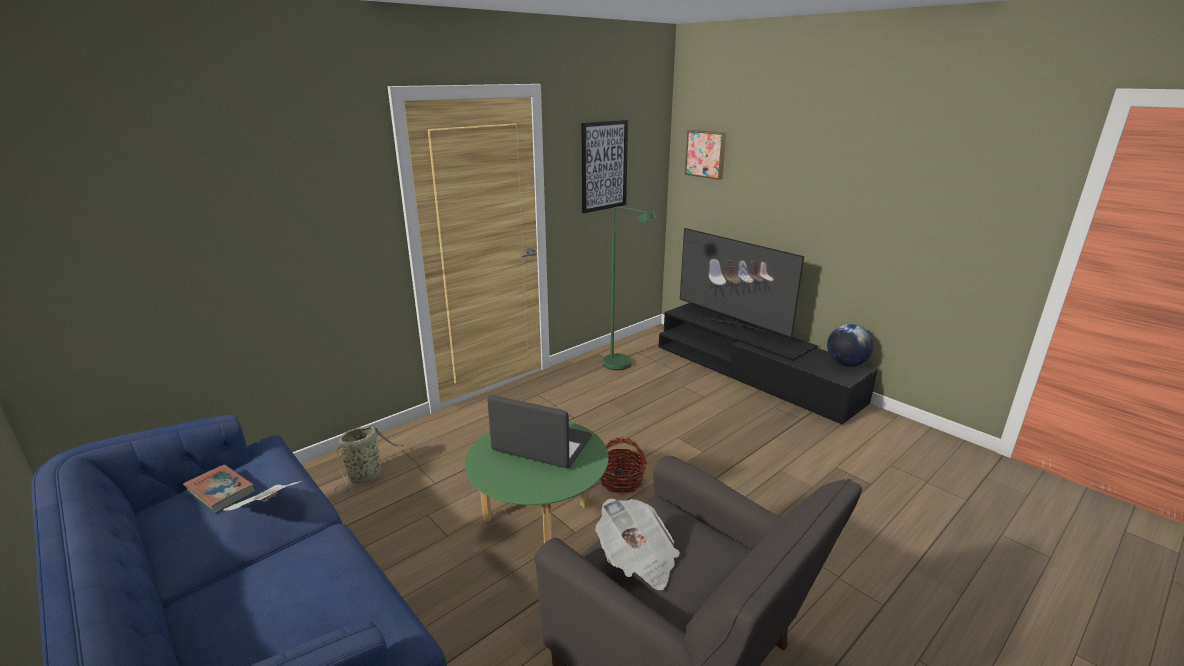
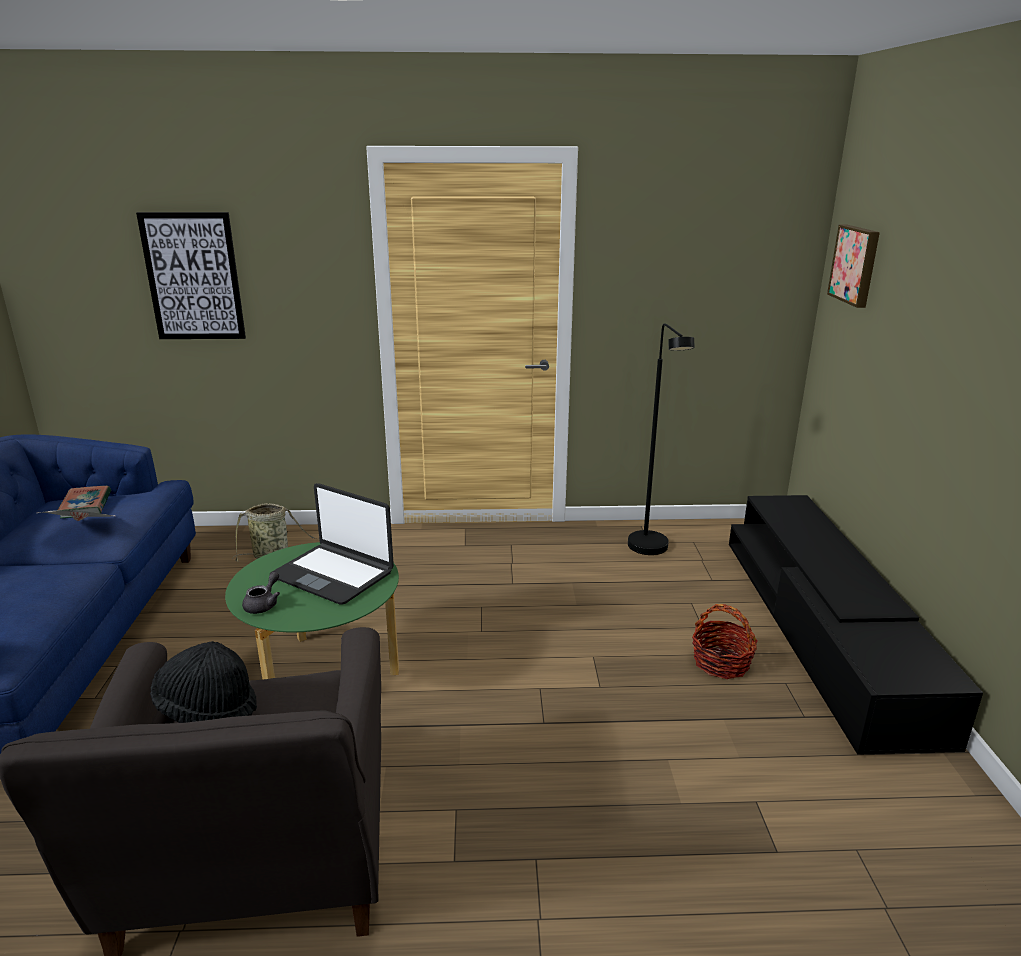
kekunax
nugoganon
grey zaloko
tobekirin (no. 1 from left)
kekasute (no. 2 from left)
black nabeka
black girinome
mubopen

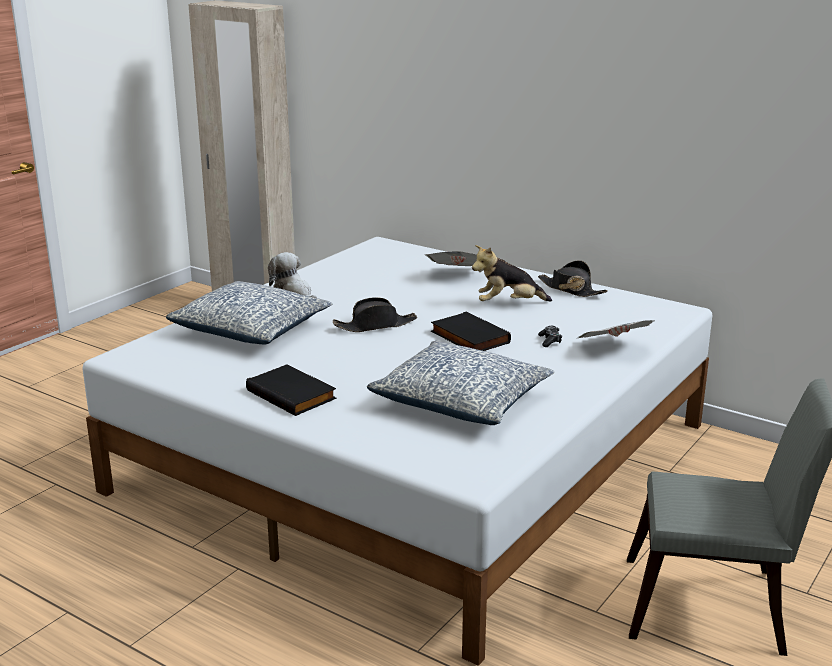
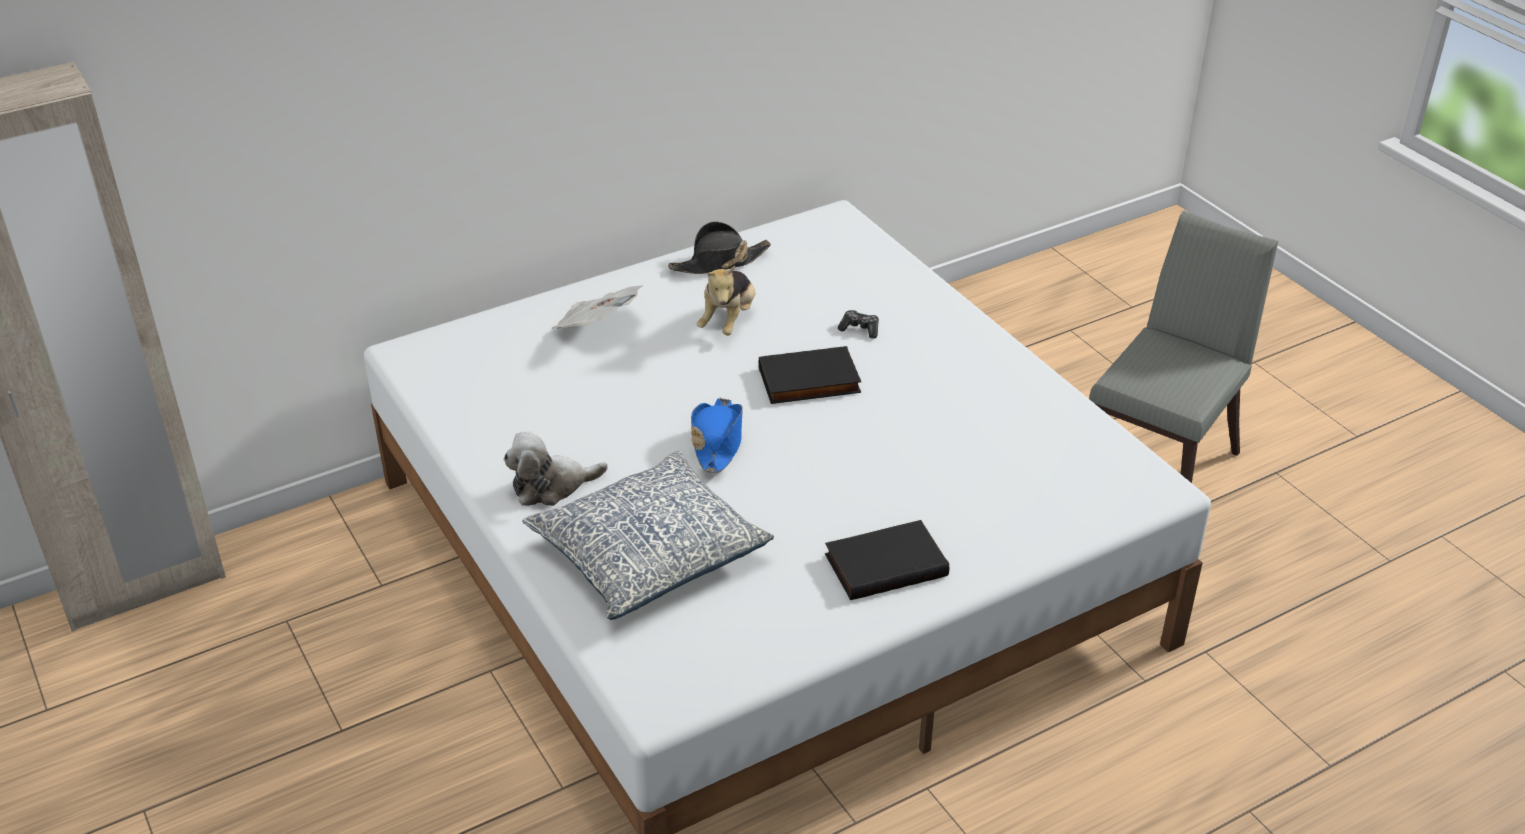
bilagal (no. 2 from left in the first image)
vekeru (no. 2 from left in the first image)
blue nabeka

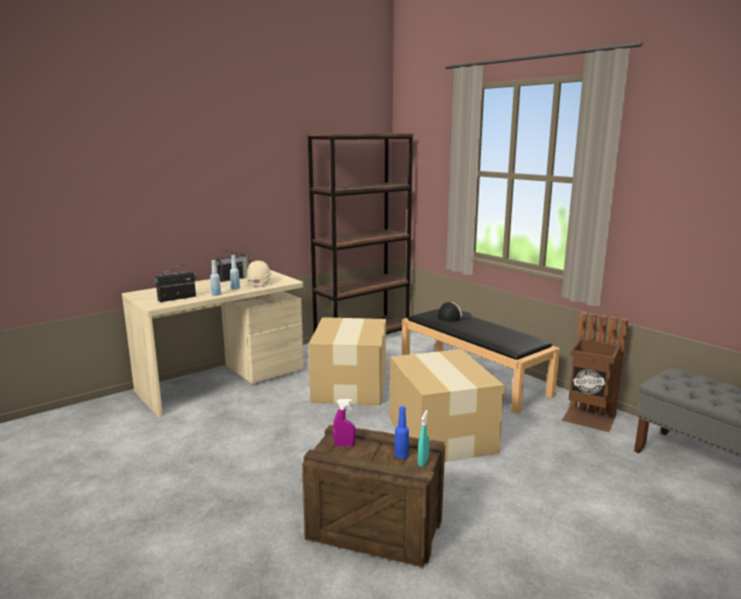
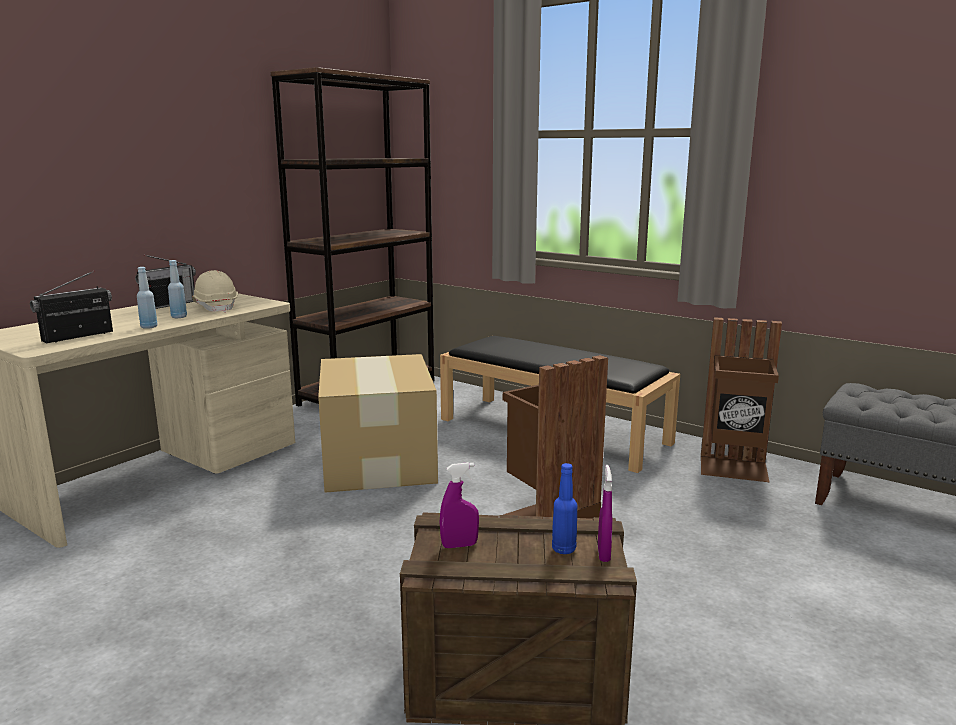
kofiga
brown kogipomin (no. 1 from left)
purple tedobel (no. 2 from left)

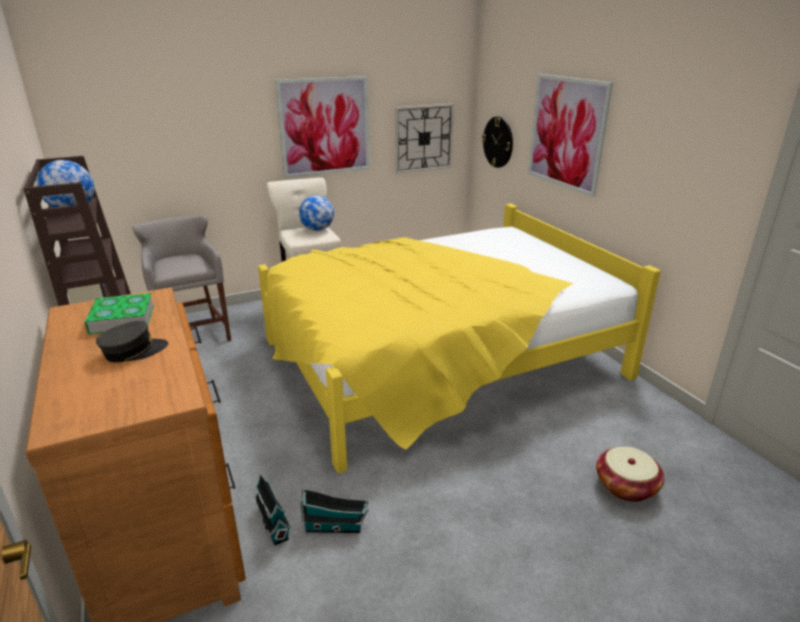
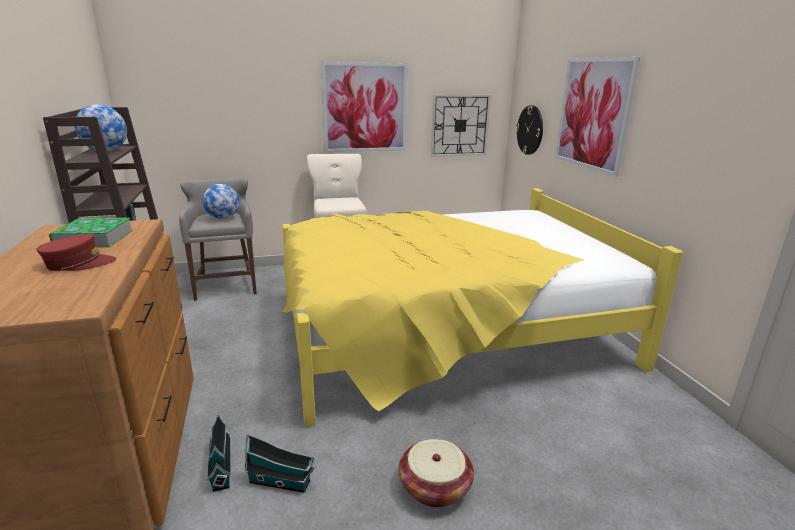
nugoganon (no. 2 from left)
kekasute
red kofiga

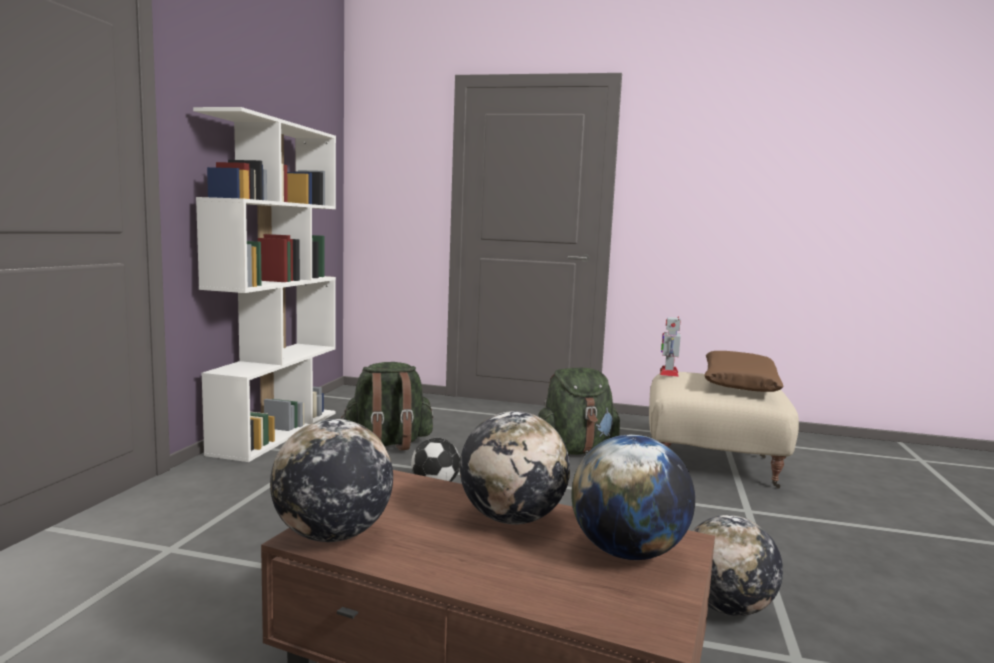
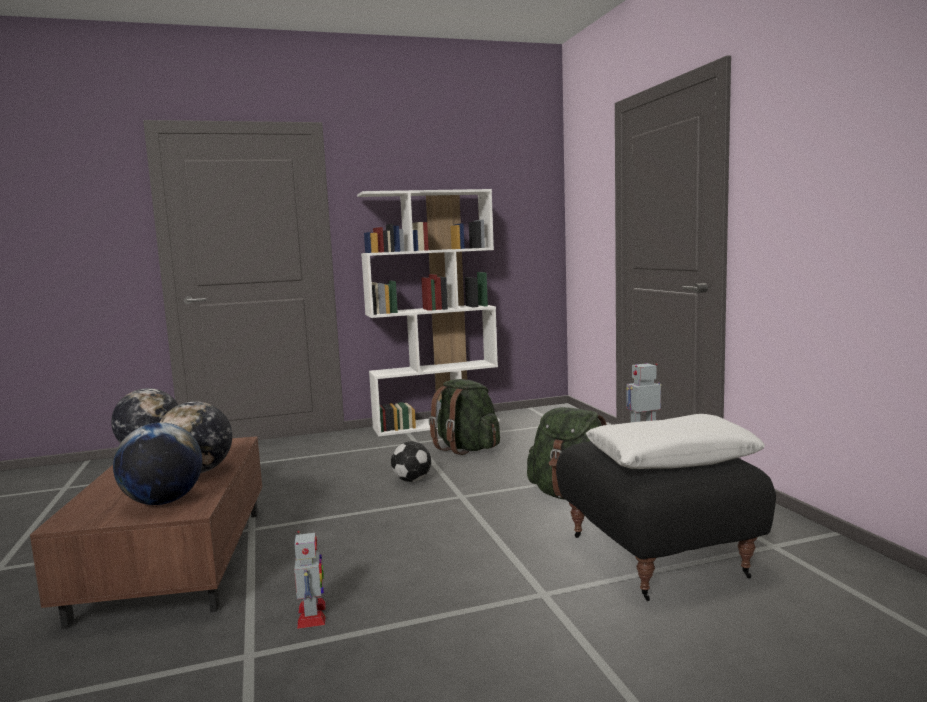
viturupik (no. 1 from left)
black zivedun
white bilagal

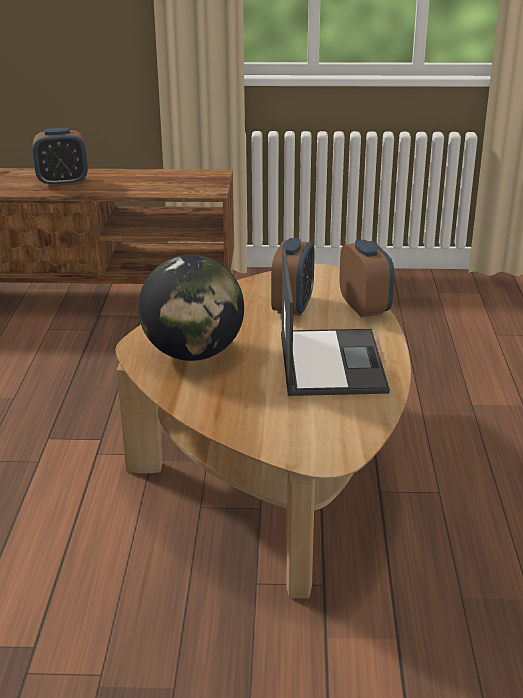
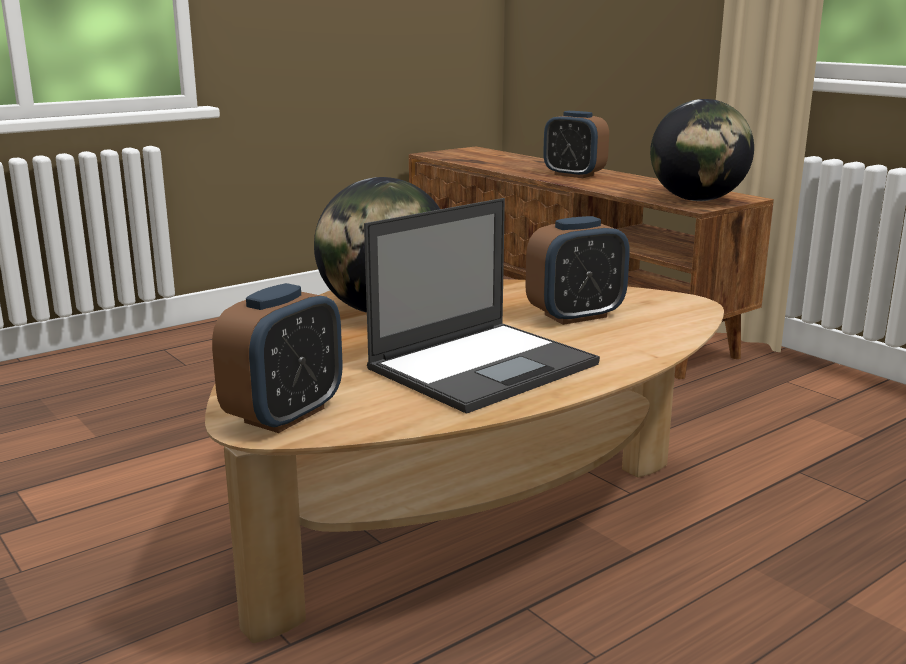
nugoganon (no. 2 from left)
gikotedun (no. 1 from left)

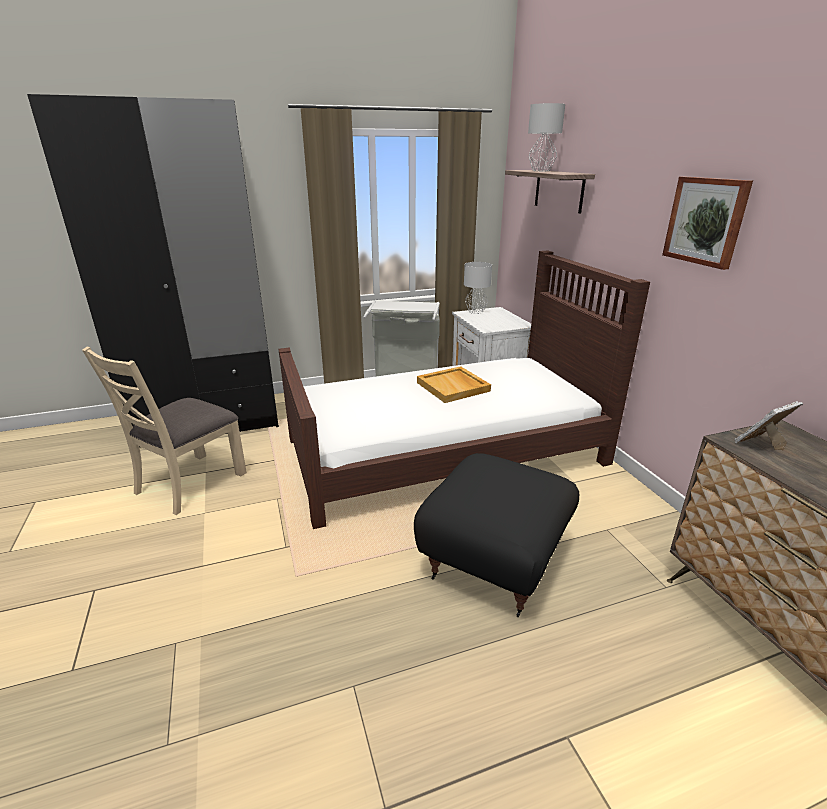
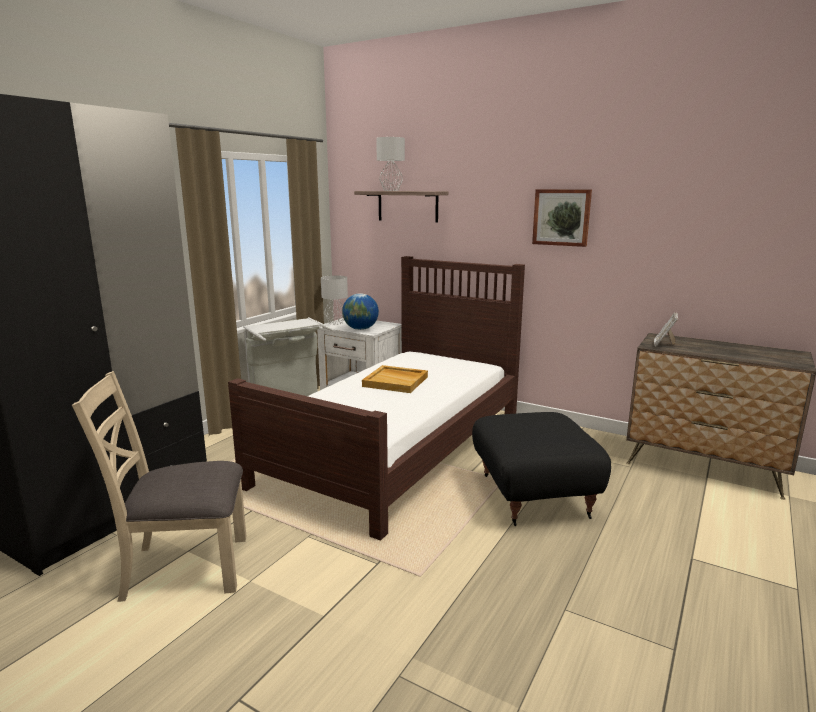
nugoganon
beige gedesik

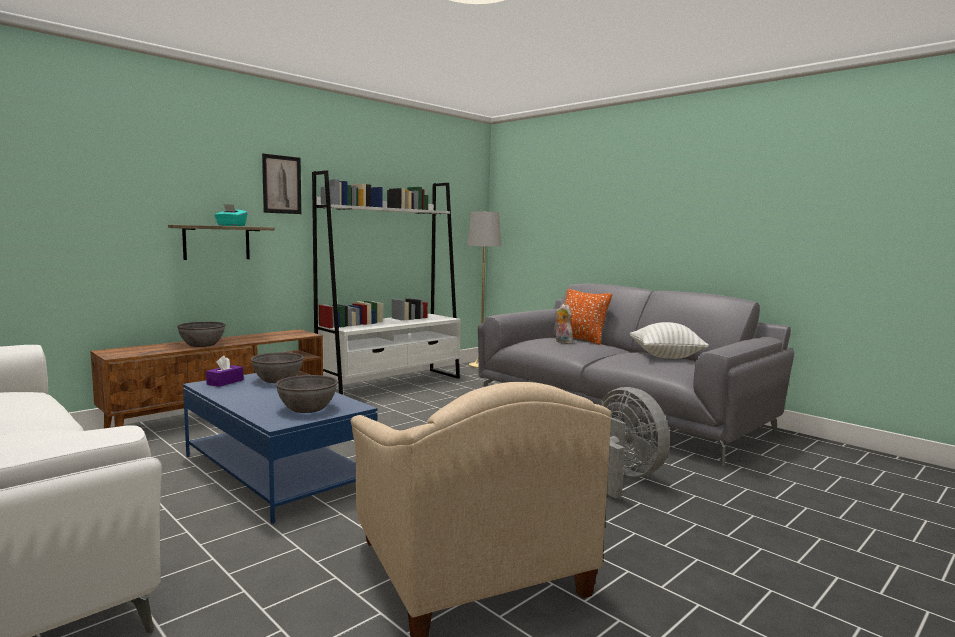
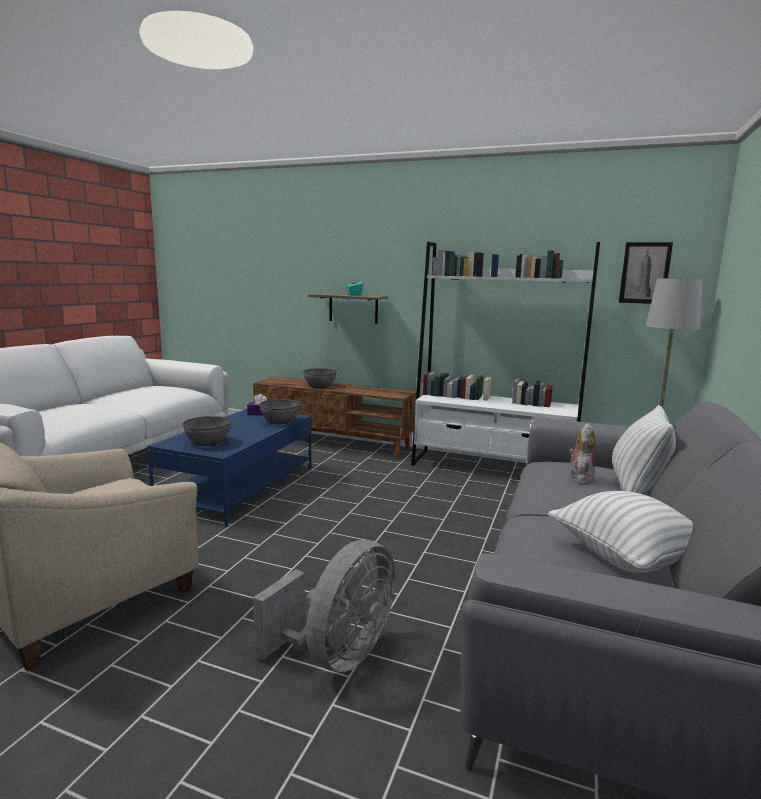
tobekirin
white bilagal (no. 2 from left)

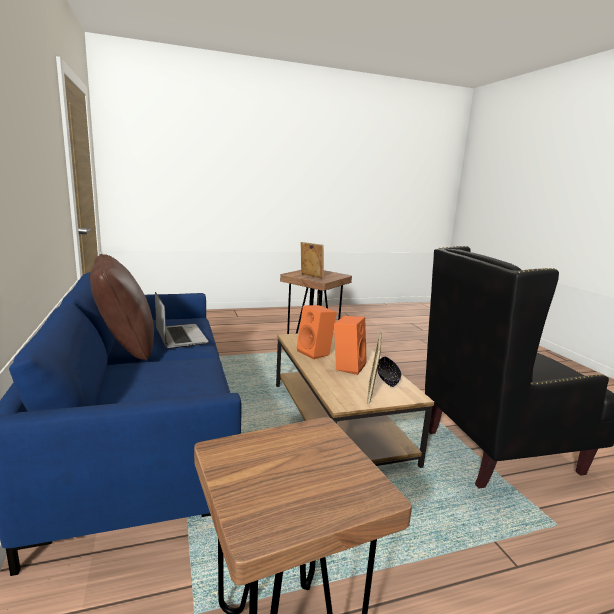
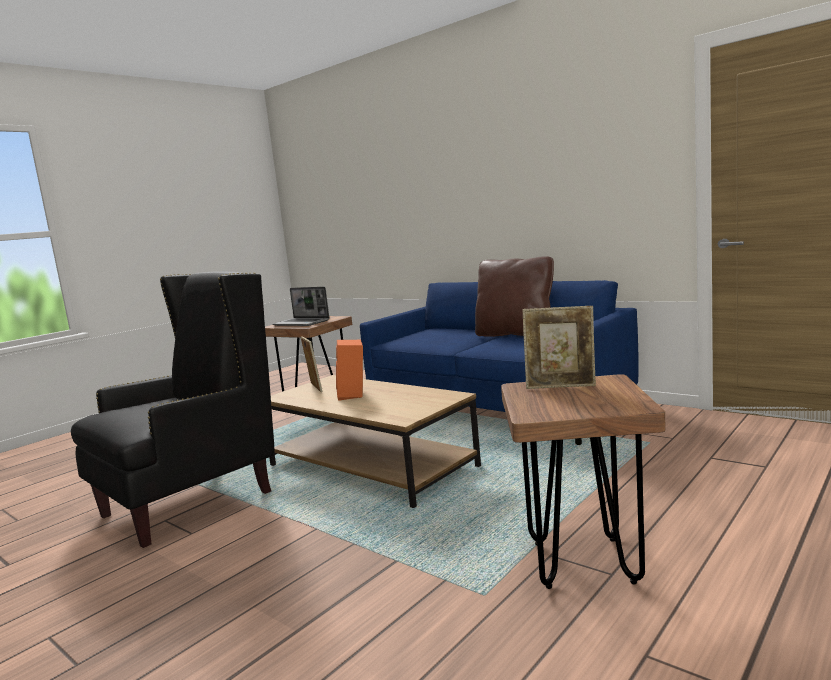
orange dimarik (no. 1 from left in the first image)
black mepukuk
mubopen

